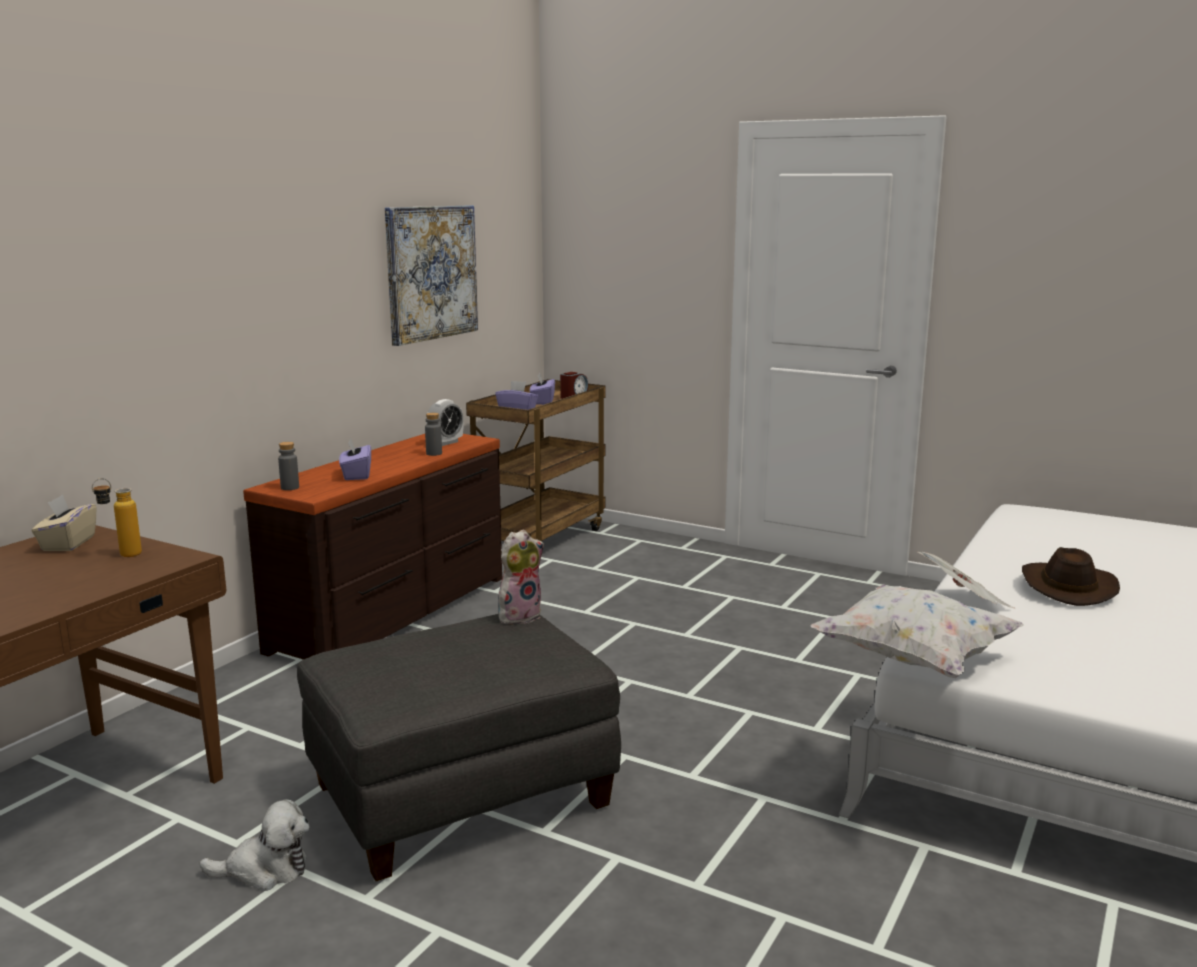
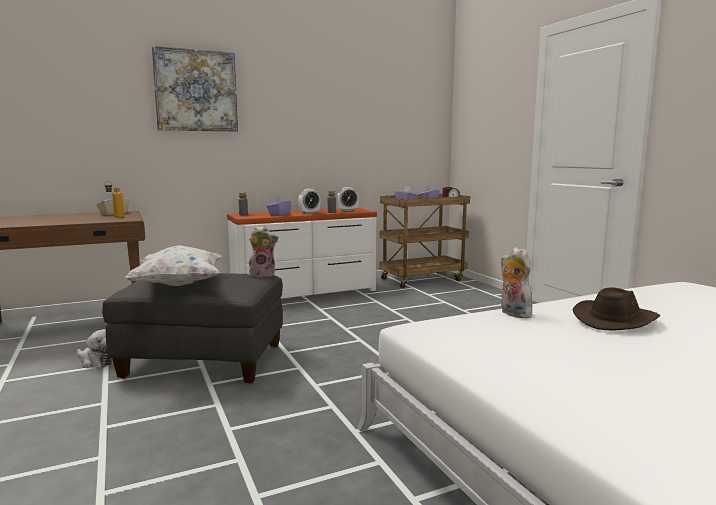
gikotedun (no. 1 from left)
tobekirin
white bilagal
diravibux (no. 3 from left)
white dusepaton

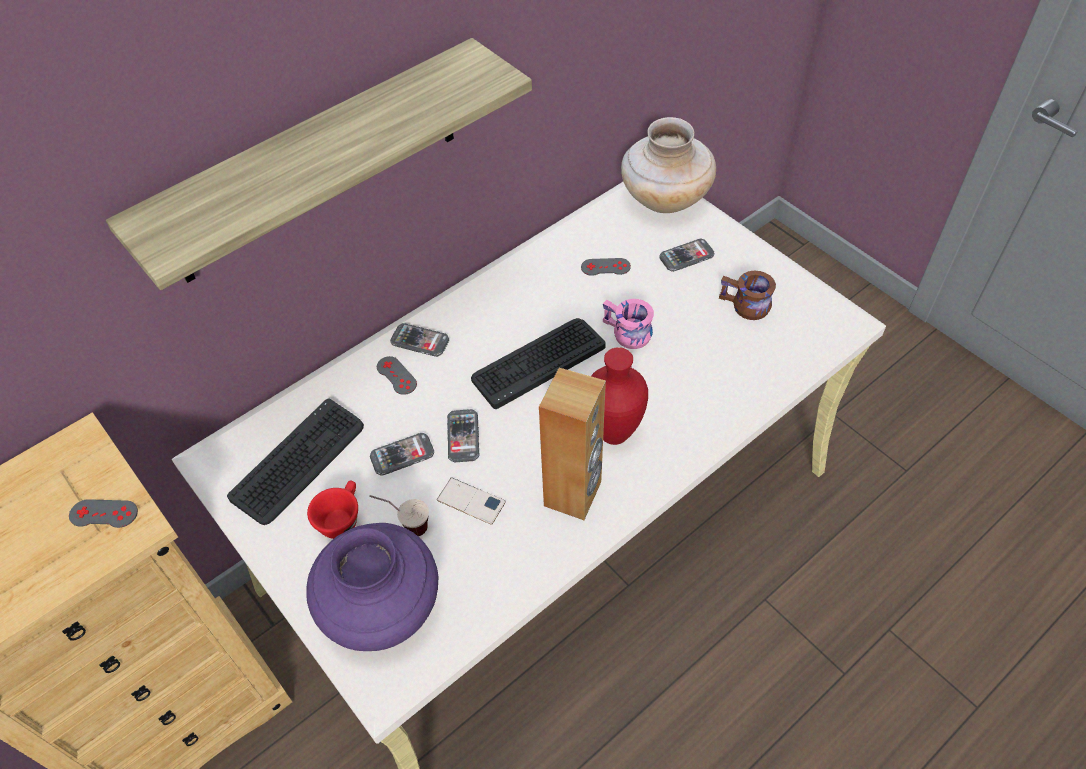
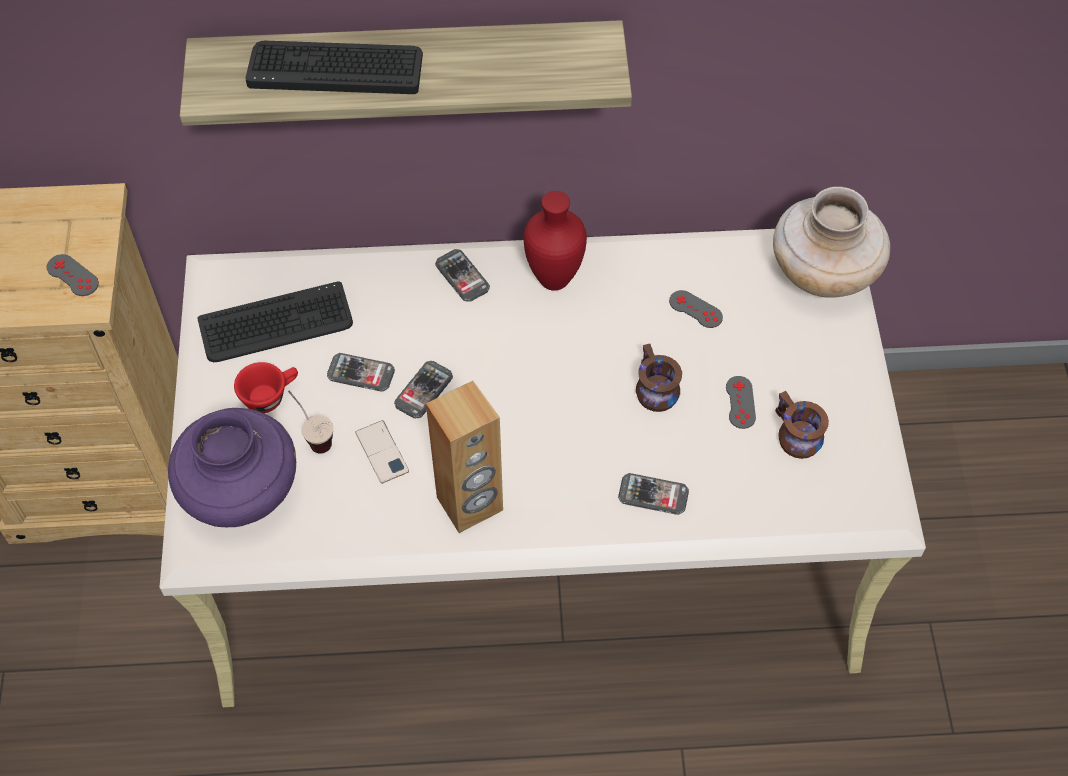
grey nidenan (no. 3 from left)
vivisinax (no. 2 from left)
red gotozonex
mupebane (no. 5 from left)
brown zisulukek (no. 1 from left)

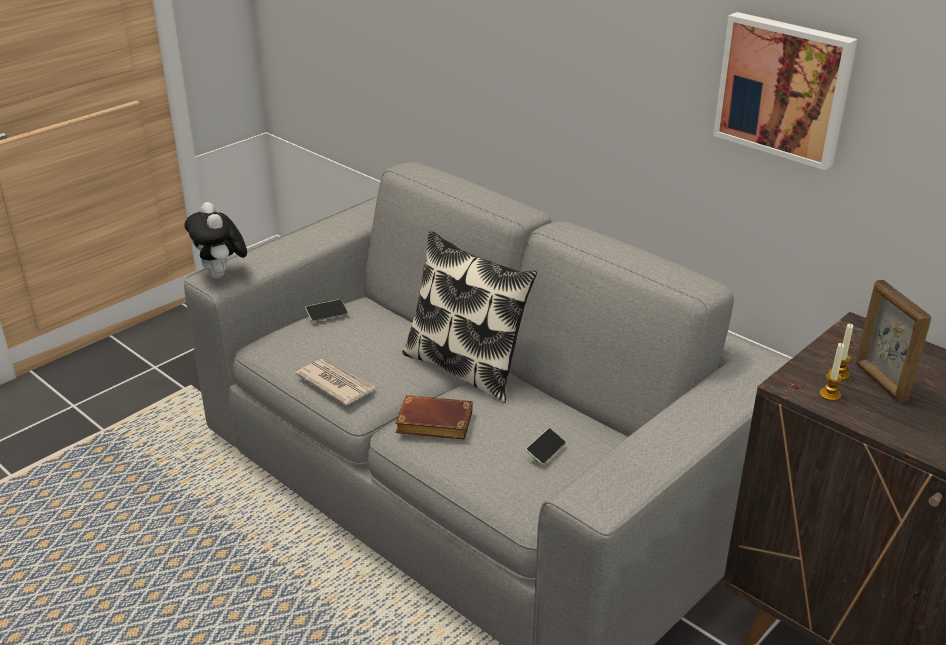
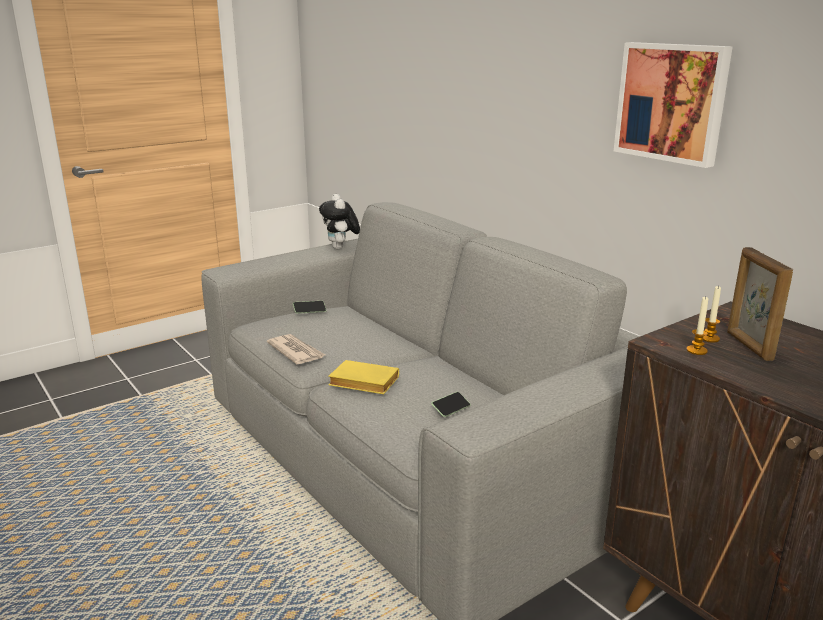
bilagal
diravibux
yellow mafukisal

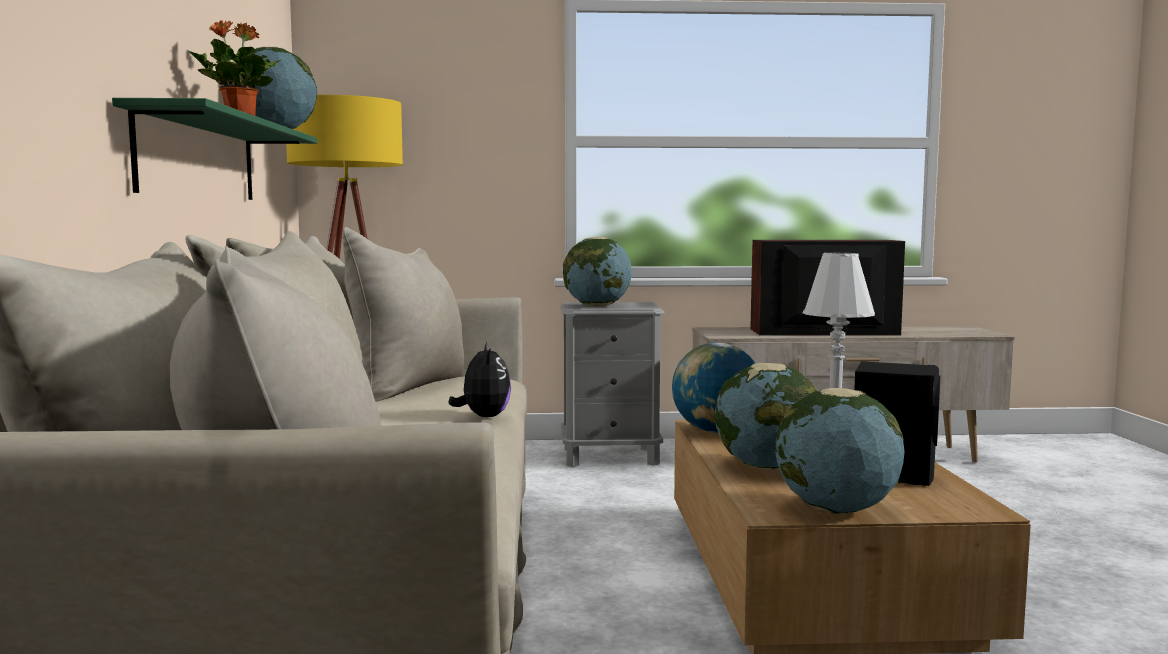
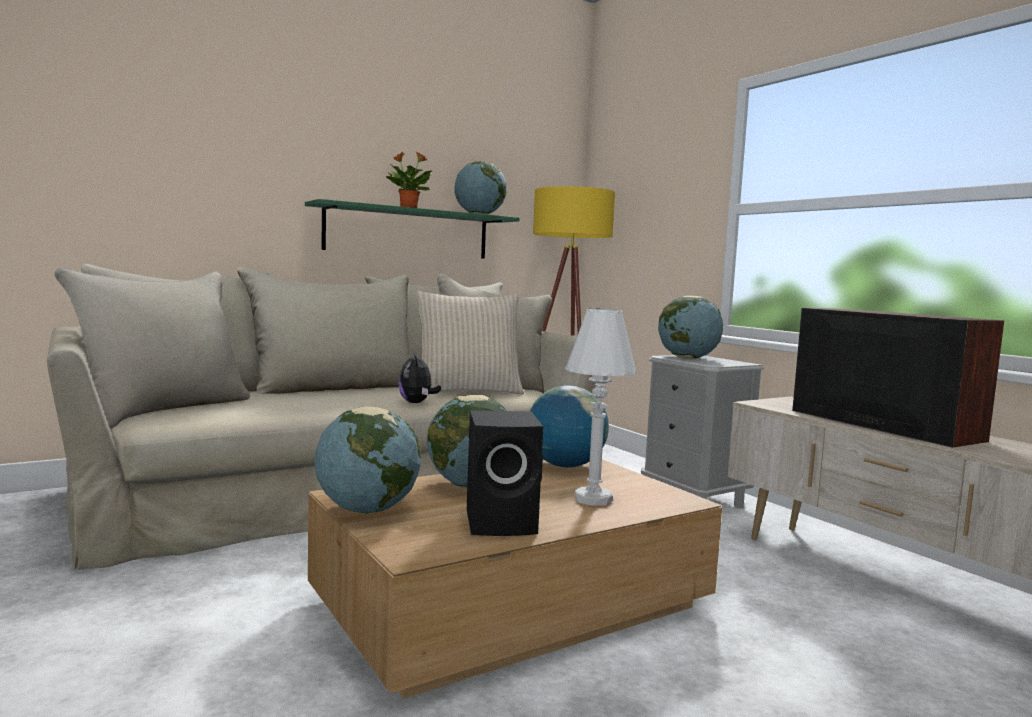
beige bilagal
diravibux

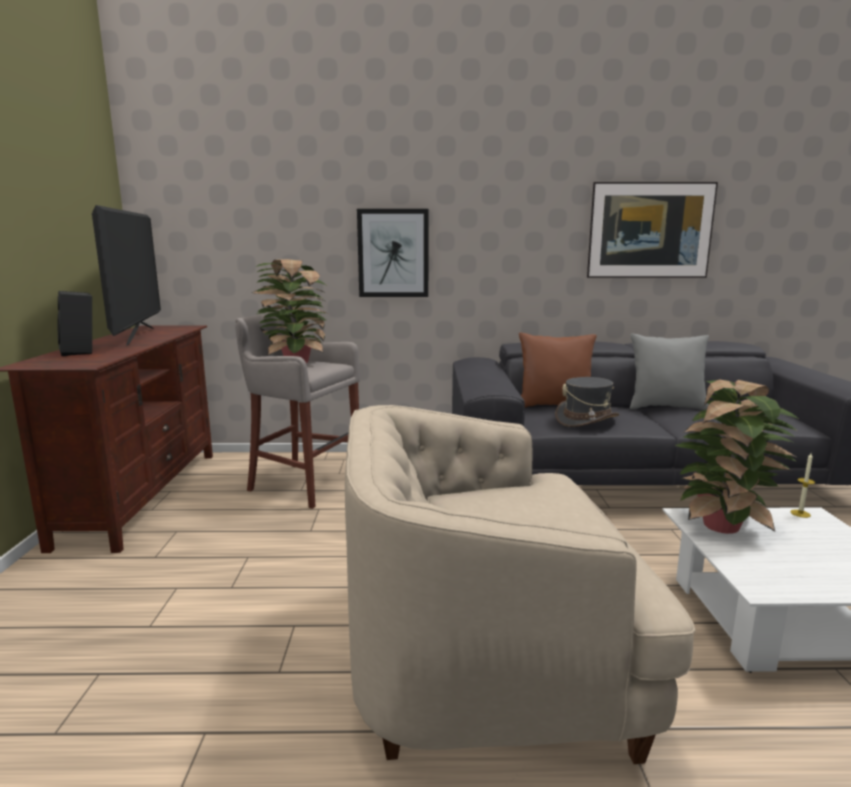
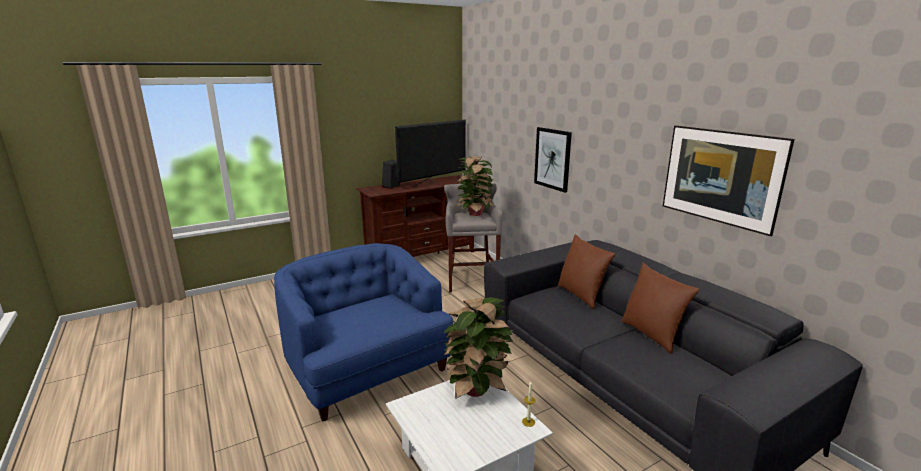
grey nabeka
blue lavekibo
brown bilagal (no. 2 from left)

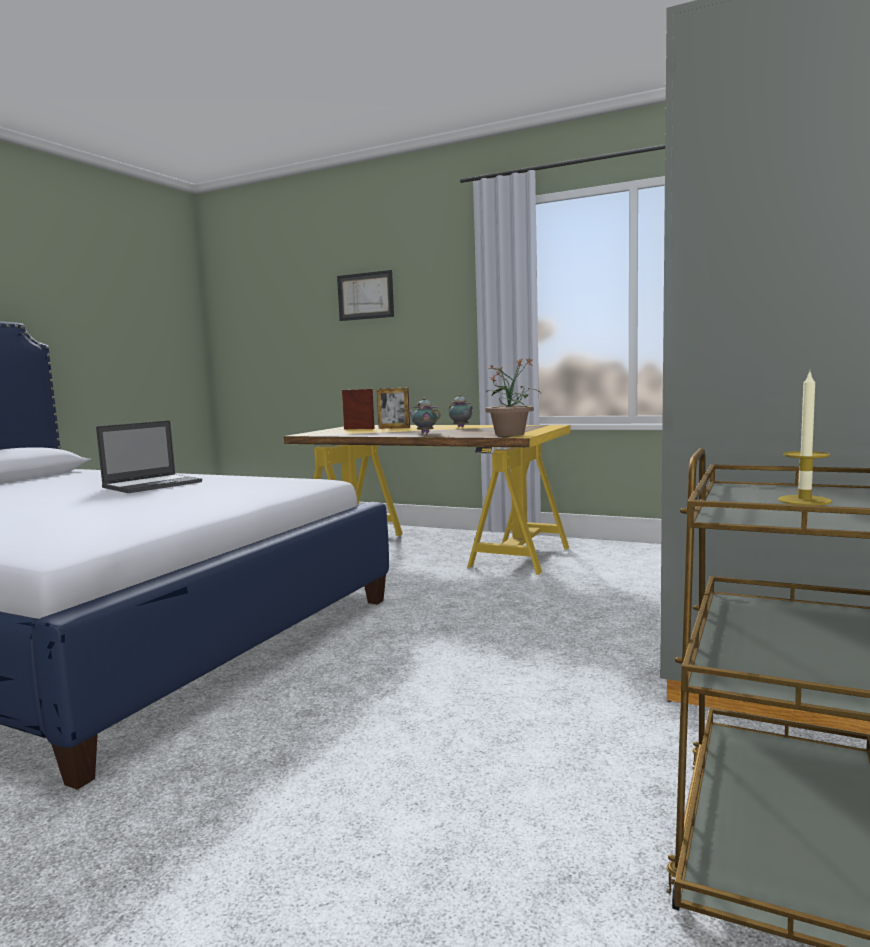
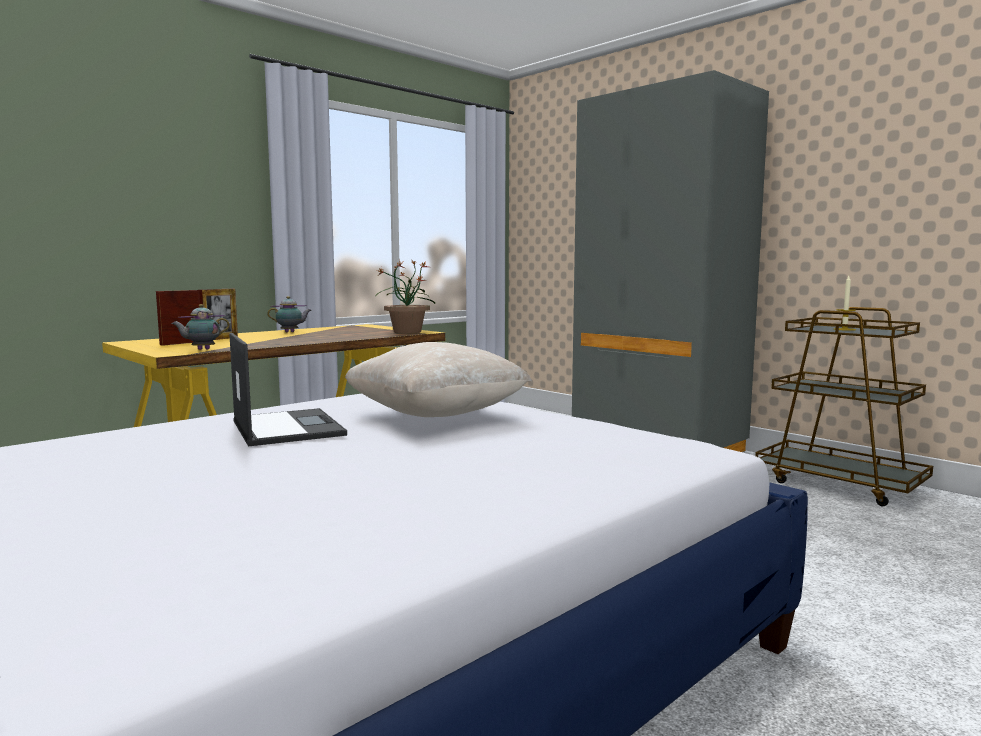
tobekirin
beige bilagal
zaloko (no. 1 from left)

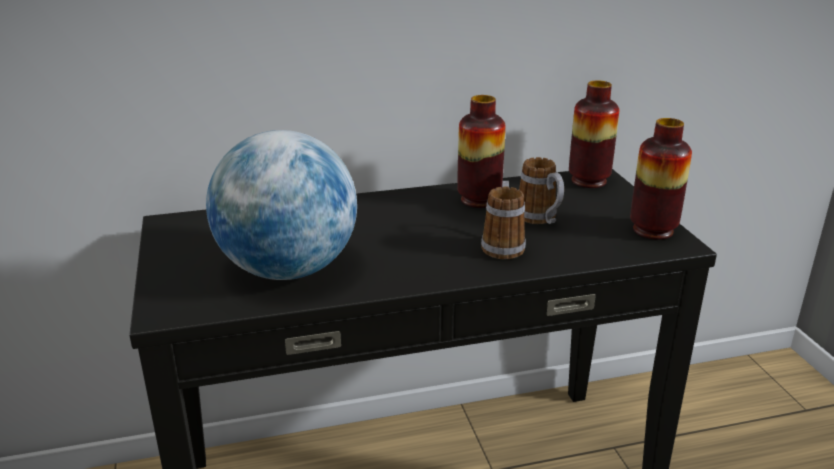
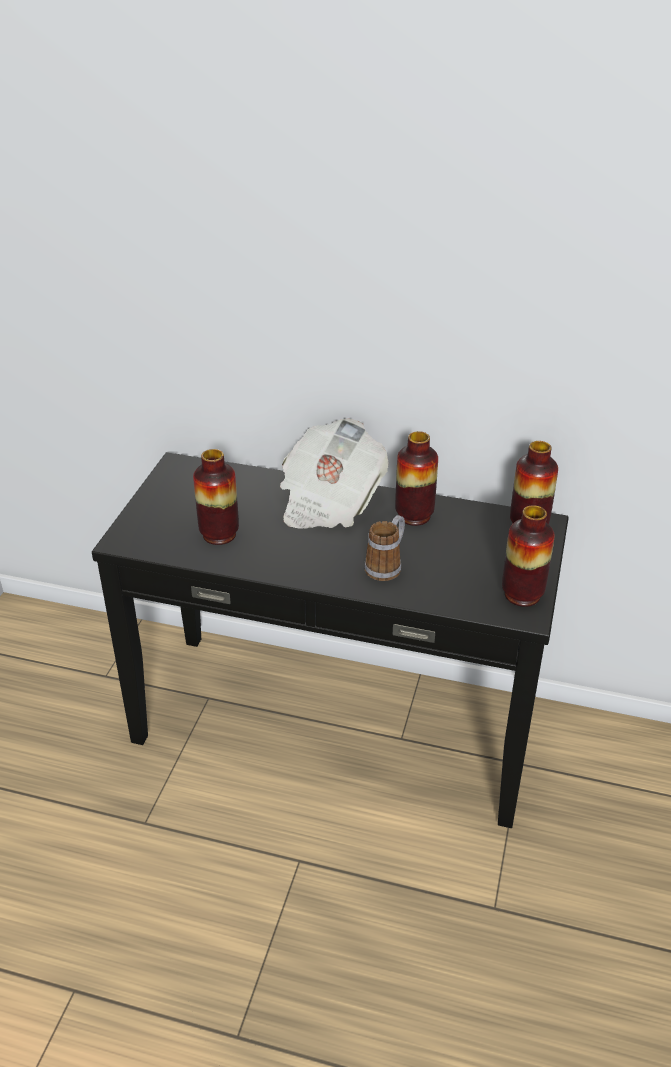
zisulukek (no. 2 from left in the first image)
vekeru
gotozonex (no. 1 from left)

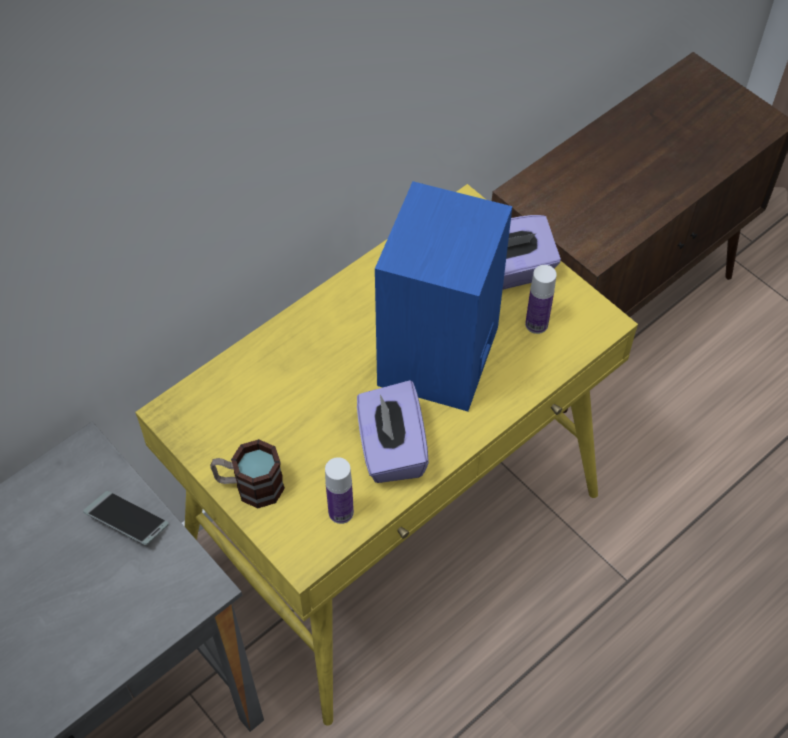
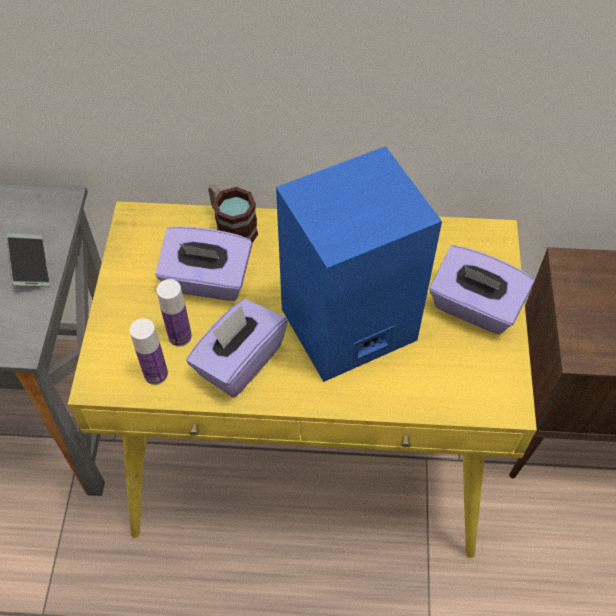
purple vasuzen (no. 1 from left)
zisulukek
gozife (no. 2 from left)

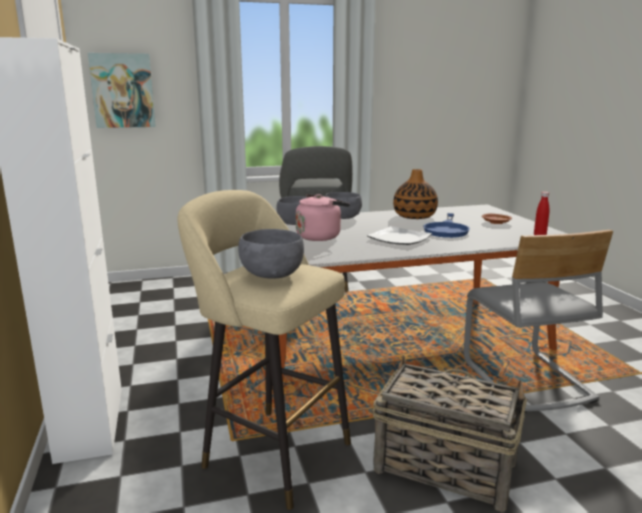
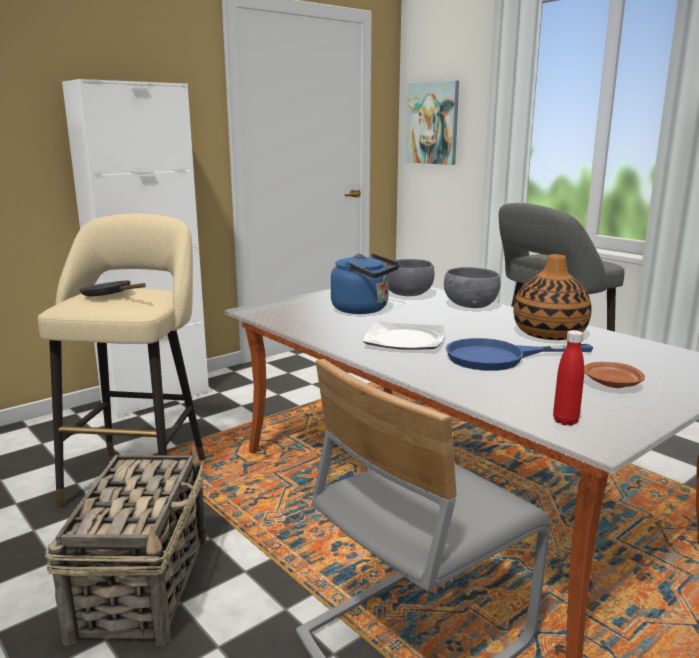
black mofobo
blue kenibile

